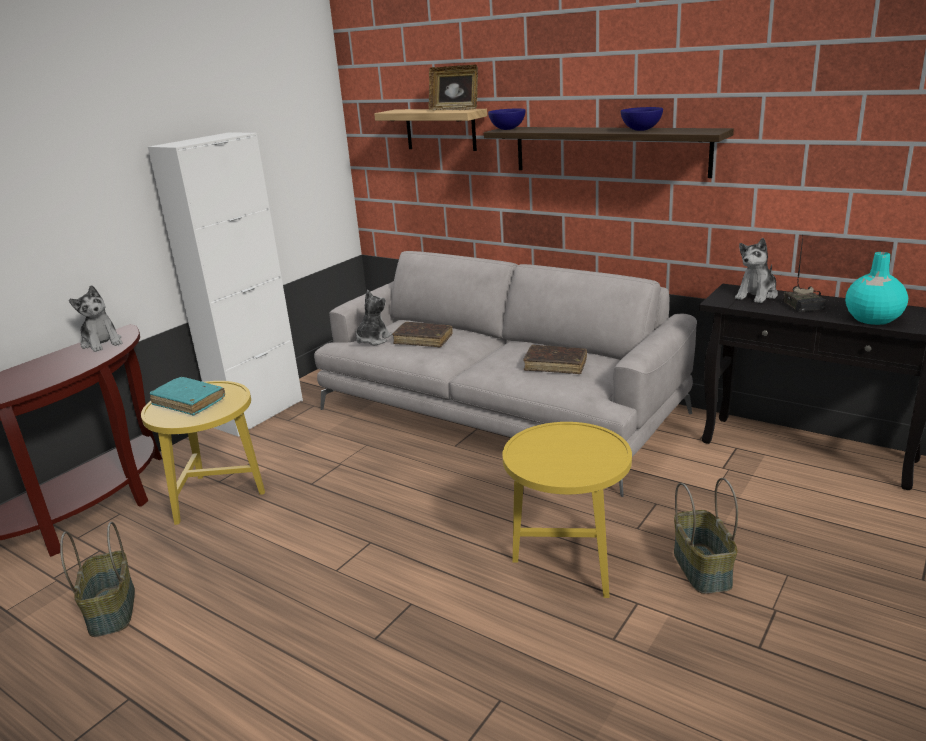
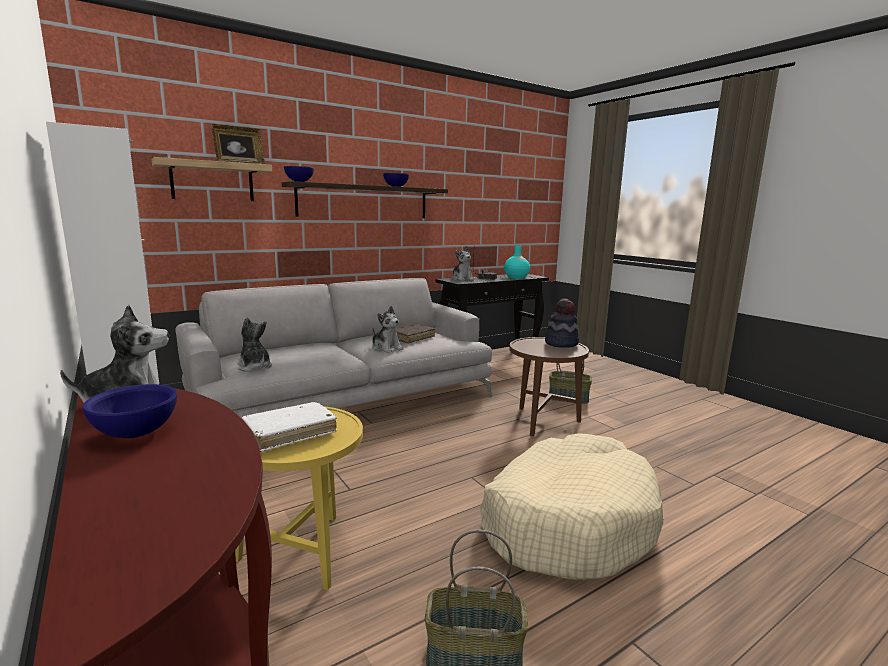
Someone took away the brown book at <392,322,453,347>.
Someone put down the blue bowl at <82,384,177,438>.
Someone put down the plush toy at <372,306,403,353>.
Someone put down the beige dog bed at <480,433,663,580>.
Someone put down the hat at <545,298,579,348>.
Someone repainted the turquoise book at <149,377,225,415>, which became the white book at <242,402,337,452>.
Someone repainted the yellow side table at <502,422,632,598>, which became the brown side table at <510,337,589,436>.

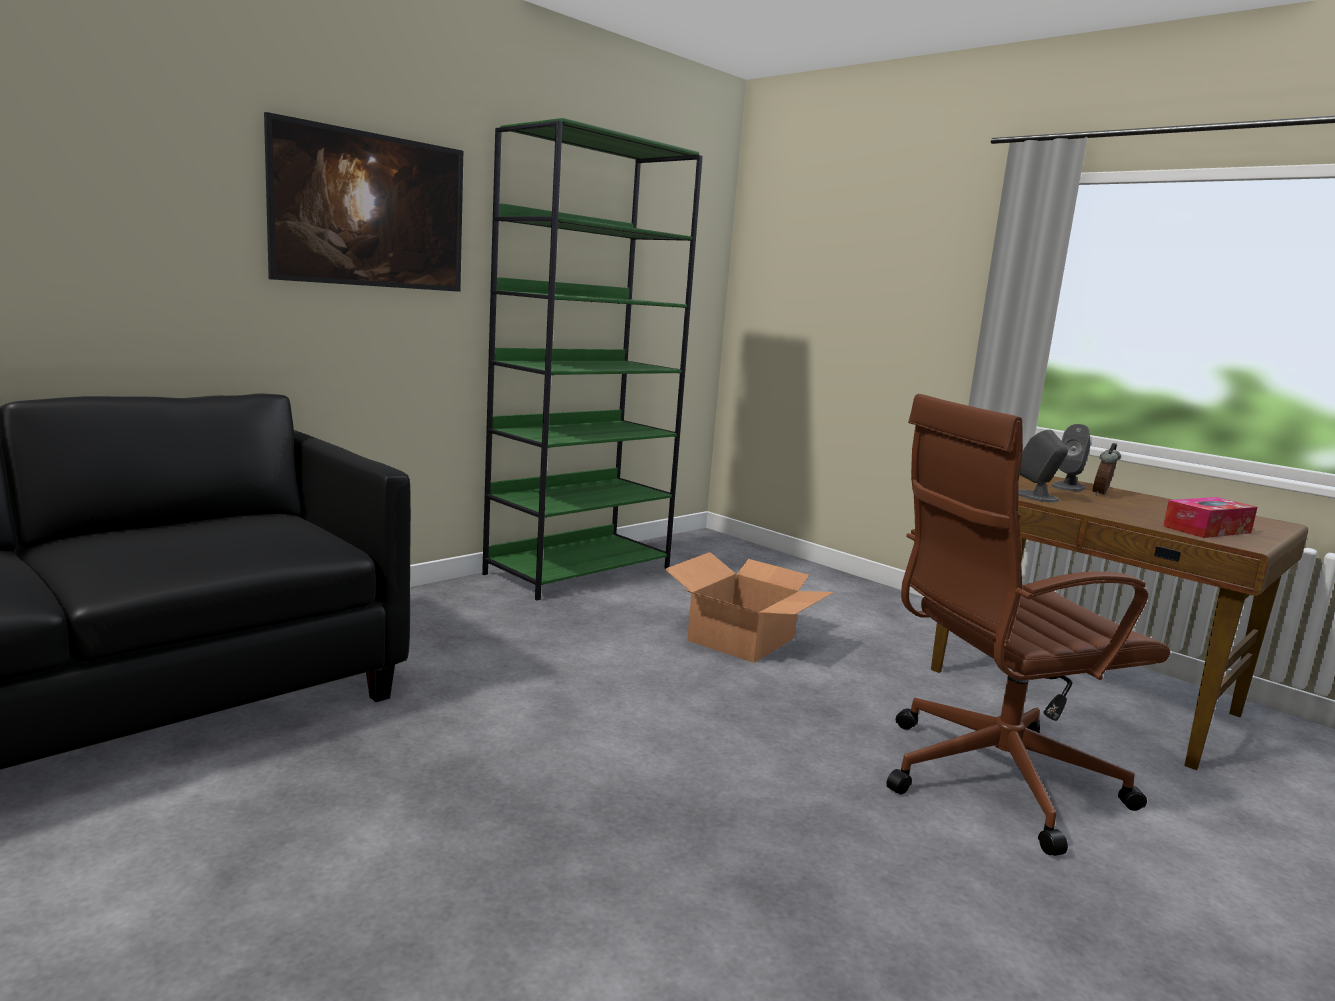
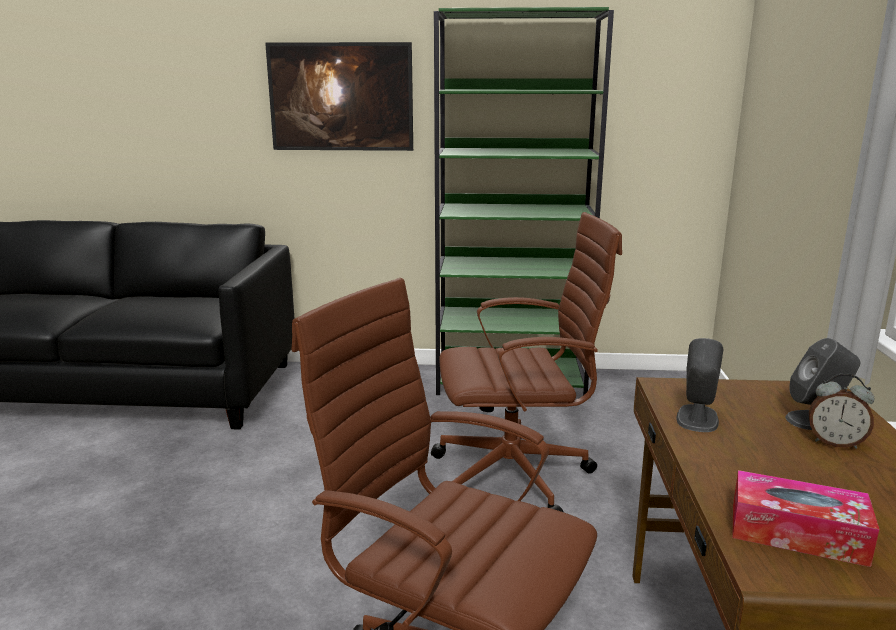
Someone swapped the cardboard box at <665,552,834,663> for the brown office chair at <431,212,622,512>.
Someone rotated the alarm clock at <1093,443,1121,495> by 150 degrees counterclockwise.

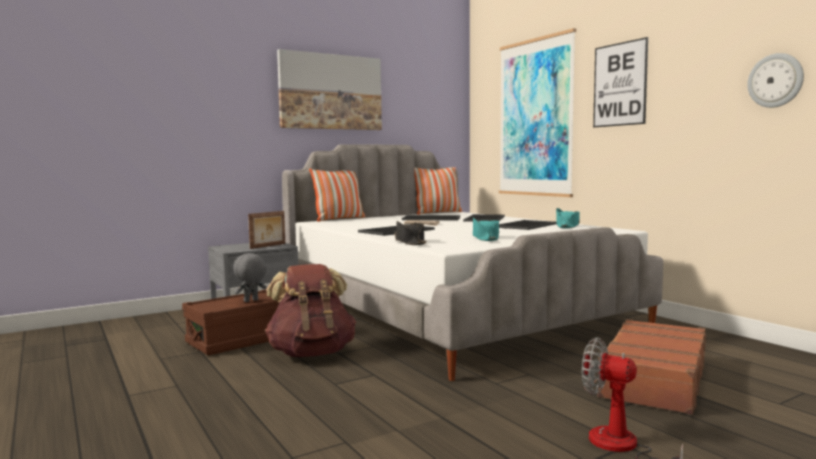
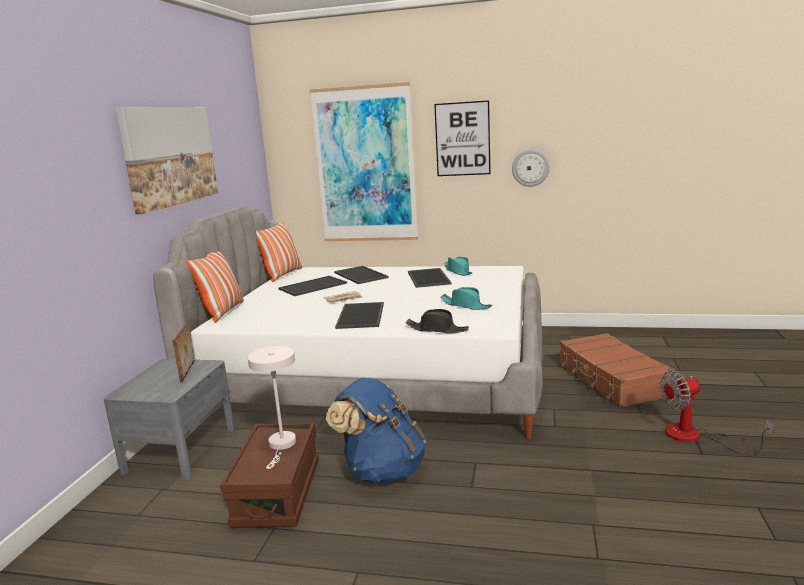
Someone carried the wall clock from <747,53,804,108> to <512,149,550,187>.
Someone swapped the grey plush toy at <233,253,267,302> for the white table lamp at <248,346,296,469>.
Someone repainted the brown backpack at <265,264,356,357>, which became the blue backpack at <326,378,426,484>.

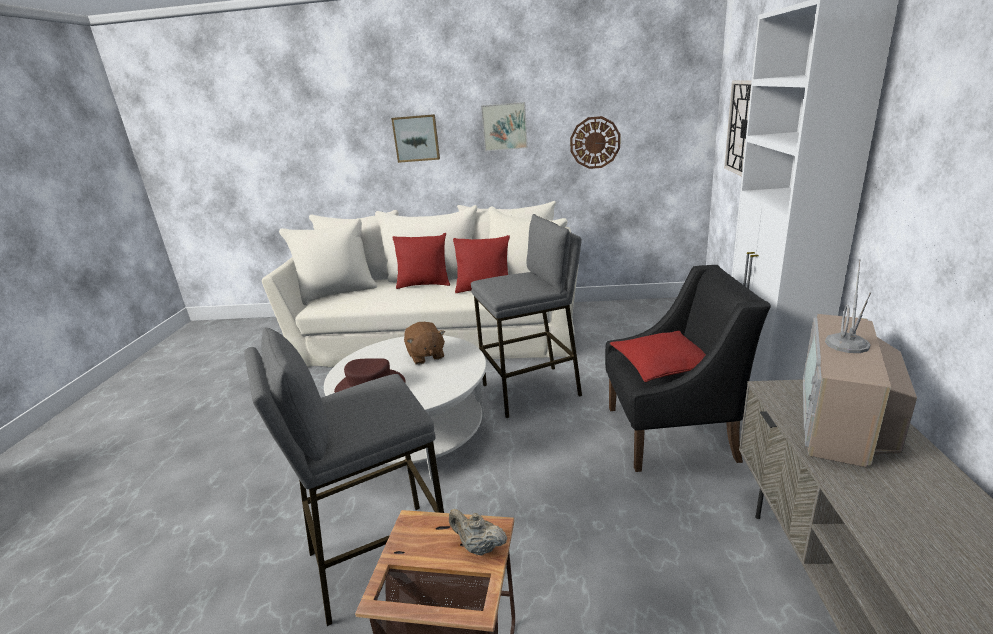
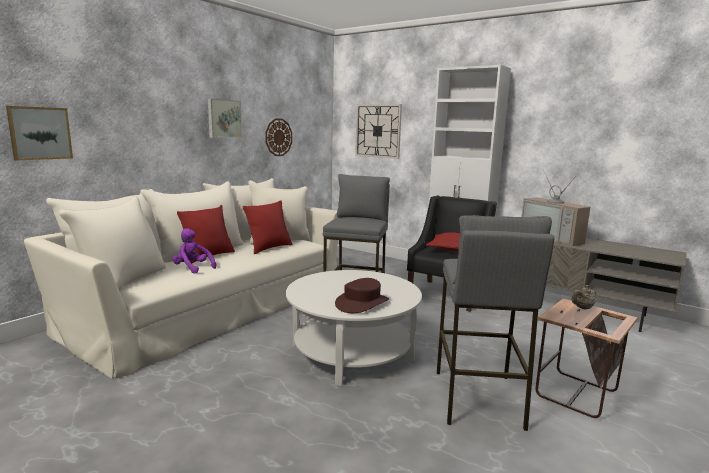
Someone took away the brown plush toy at <404,322,445,365>.
Someone put down the purple plush toy at <172,228,216,274>.
Someone carried the picture from <391,114,440,163> to <6,106,73,160>.

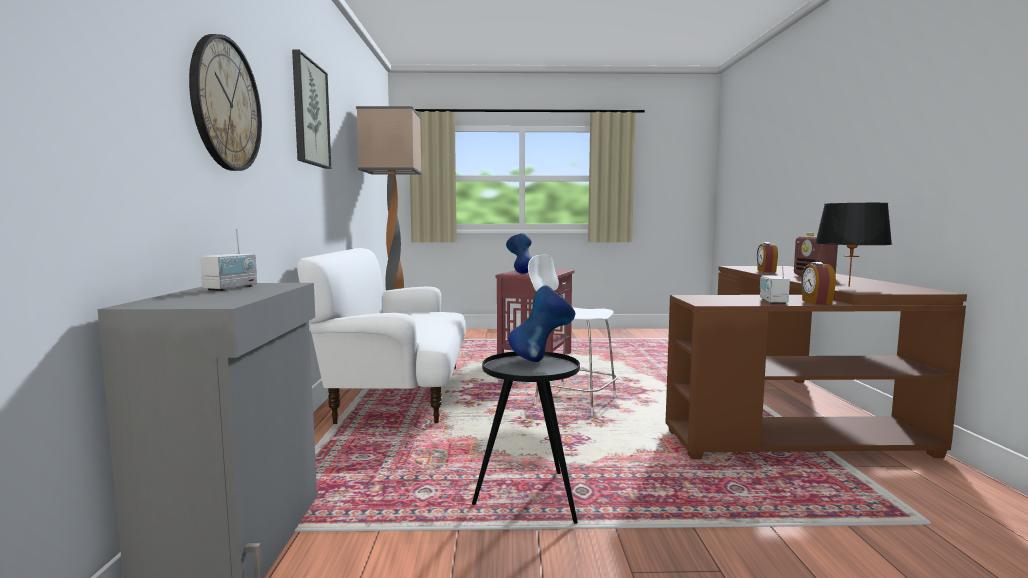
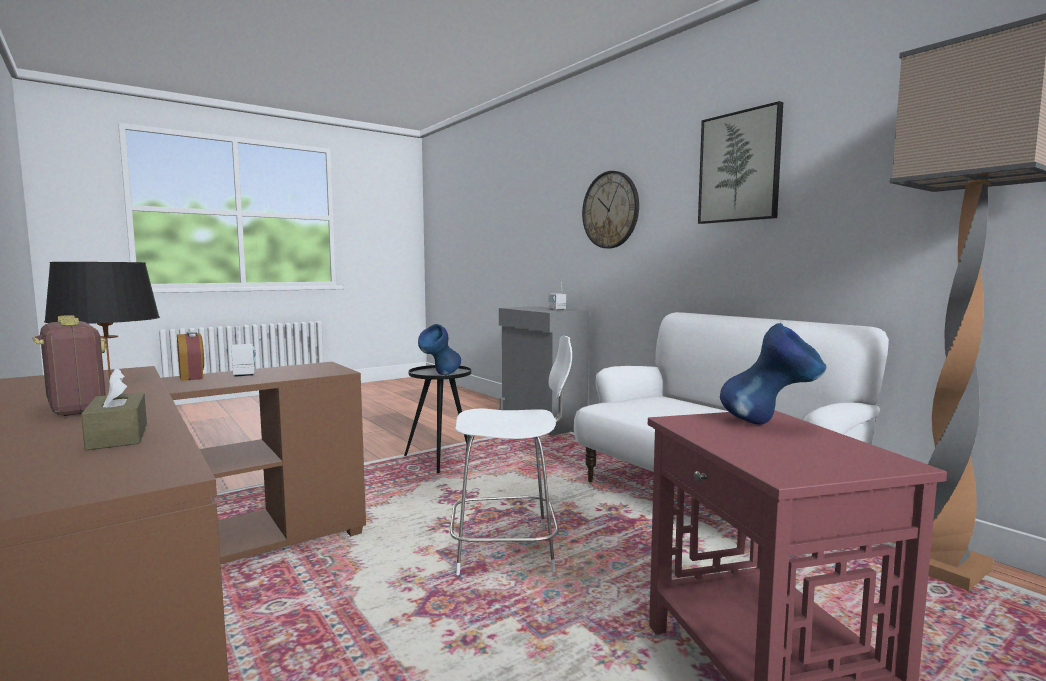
Someone swapped the alarm clock at <757,242,778,272> for the brown tissue box at <81,368,147,450>.

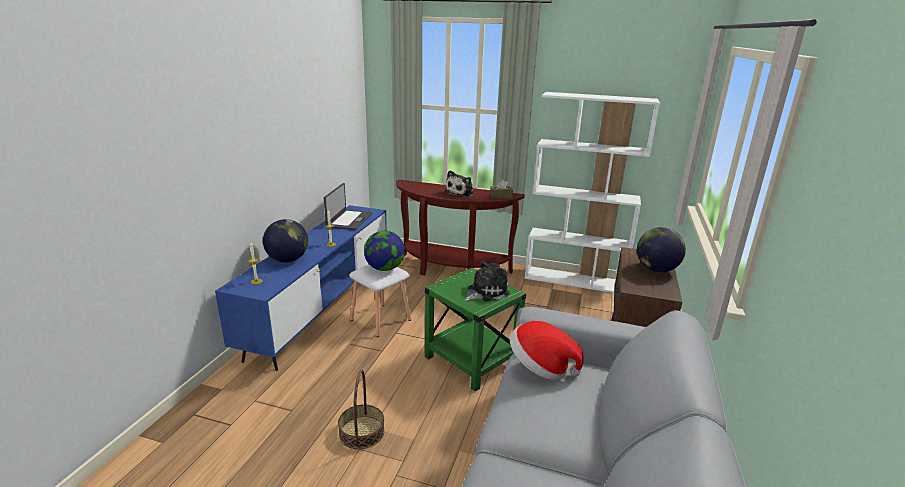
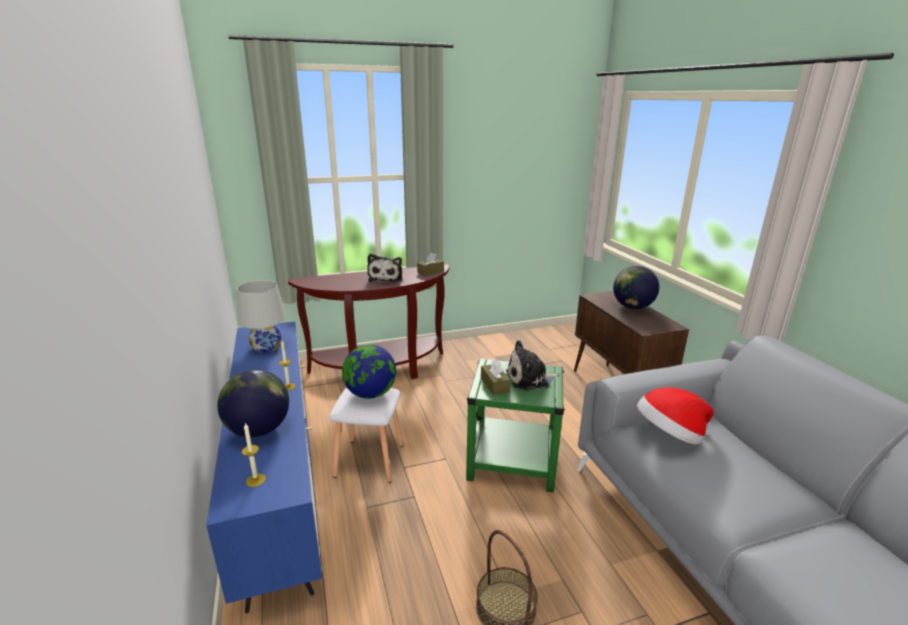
Someone took away the white bookcase at <525,92,660,293>.
Someone put down the brown tissue box at <481,359,510,395>.
Someone swapped the laptop at <324,183,372,230> for the white table lamp at <236,280,286,353>.
Someone rotated the plush toy at <464,260,510,301> by 120 degrees counterclockwise.

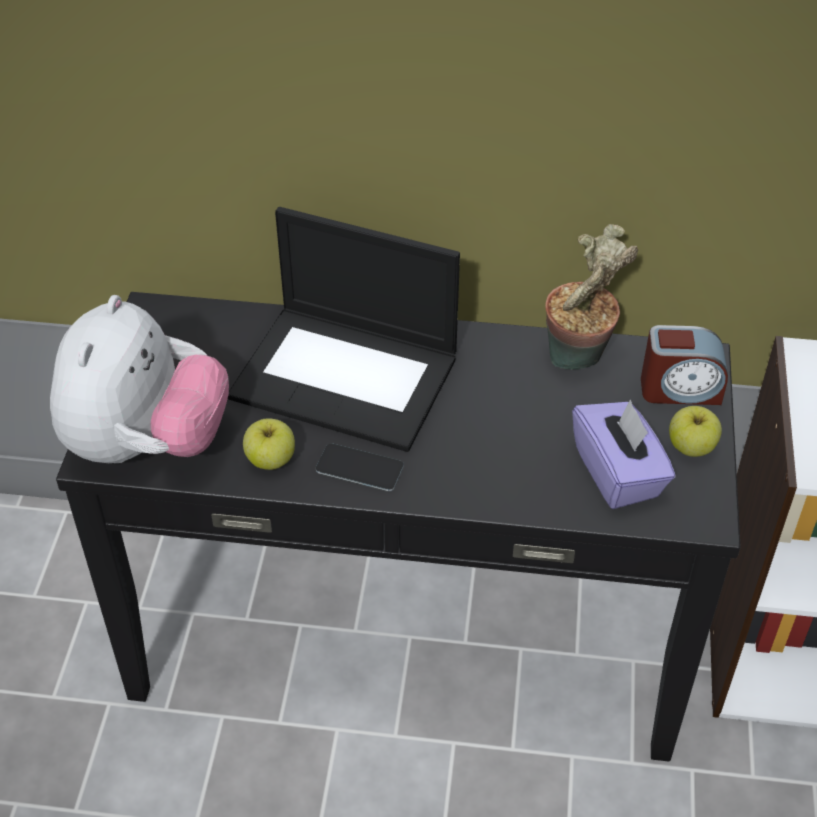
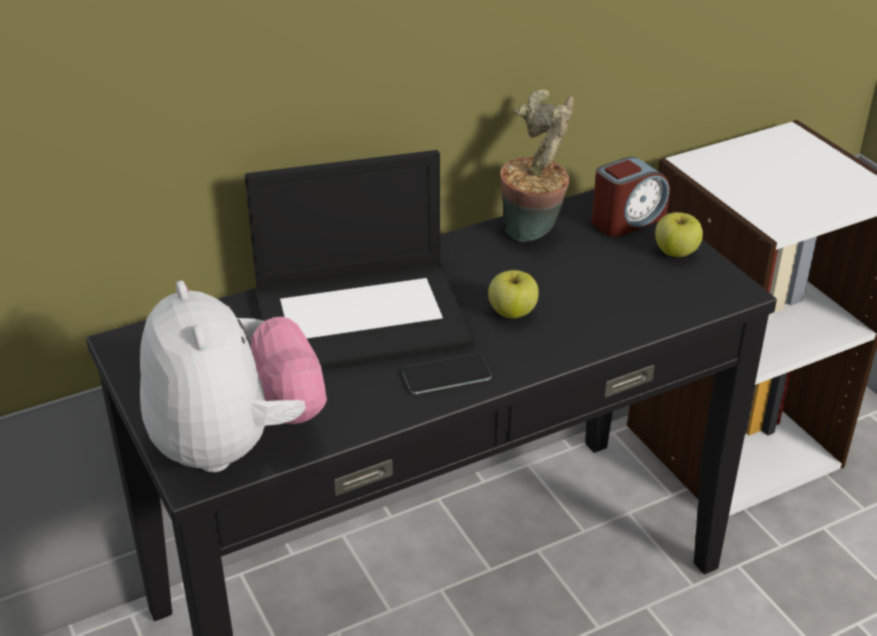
Someone took away the purple tissue box at <572,399,675,509>.
Someone carried the apple from <243,418,295,470> to <488,270,539,319>.

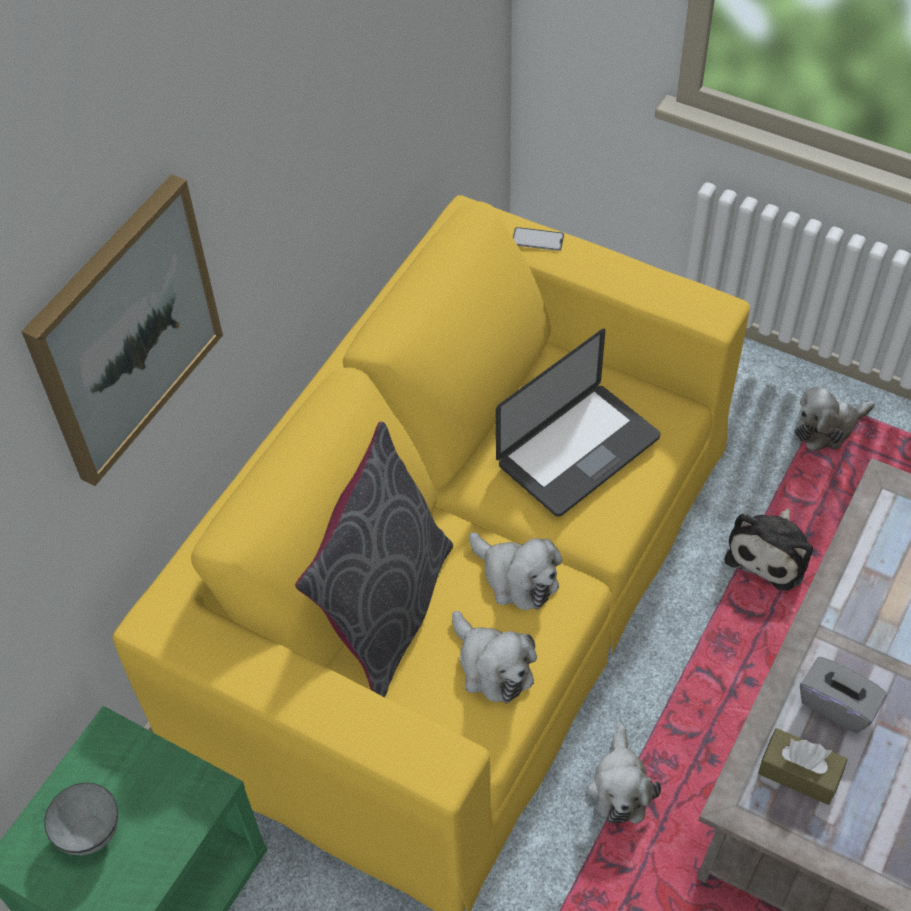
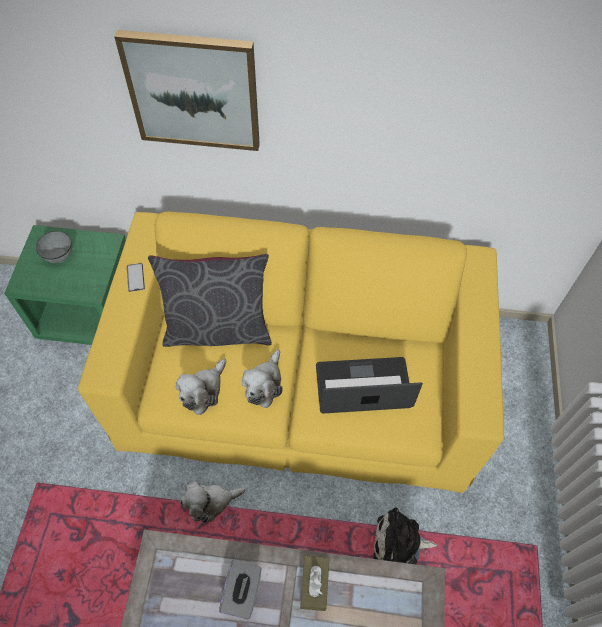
Someone took away the plush toy at <794,386,875,451>.
Someone carried the phone from <513,227,564,251> to <127,263,145,292>.
Someone carried the brown tissue box from <758,728,848,805> to <300,555,329,611>.
Someone rotated the laptop at <496,329,660,517> by 150 degrees clockwise.

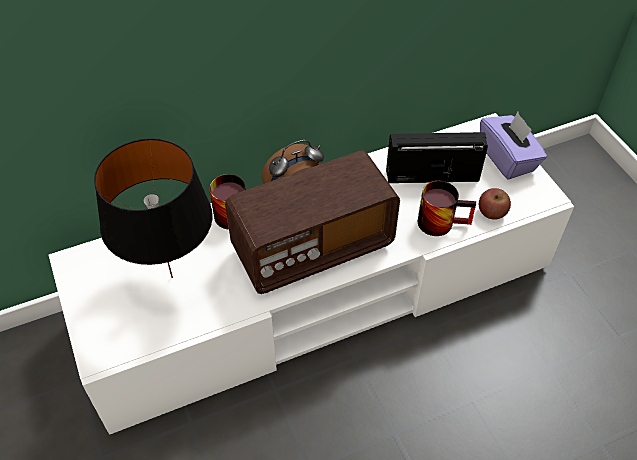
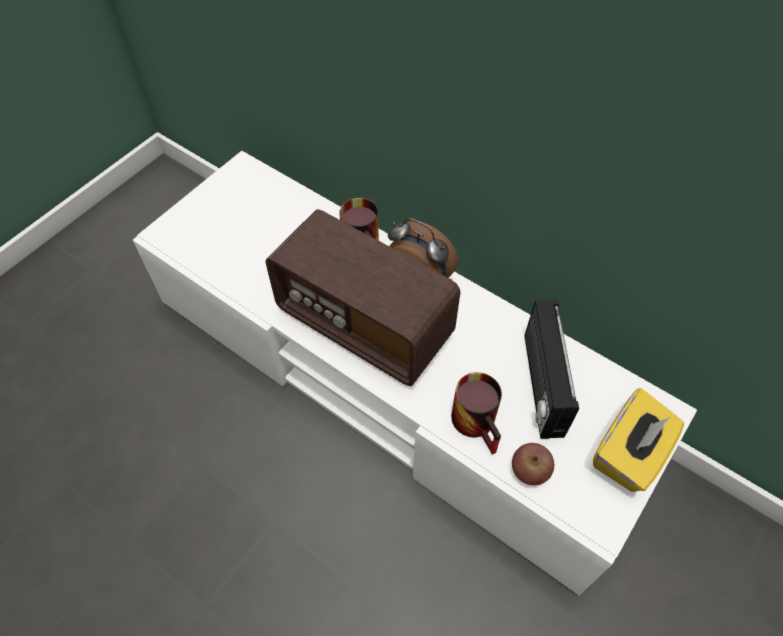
Someone took away the black table lamp at <94,138,213,278>.
Someone repainted the purple tissue box at <480,112,547,180>, which became the yellow tissue box at <593,388,684,492>.
Someone rotated the radio at <386,132,488,183> by 150 degrees counterclockwise.

